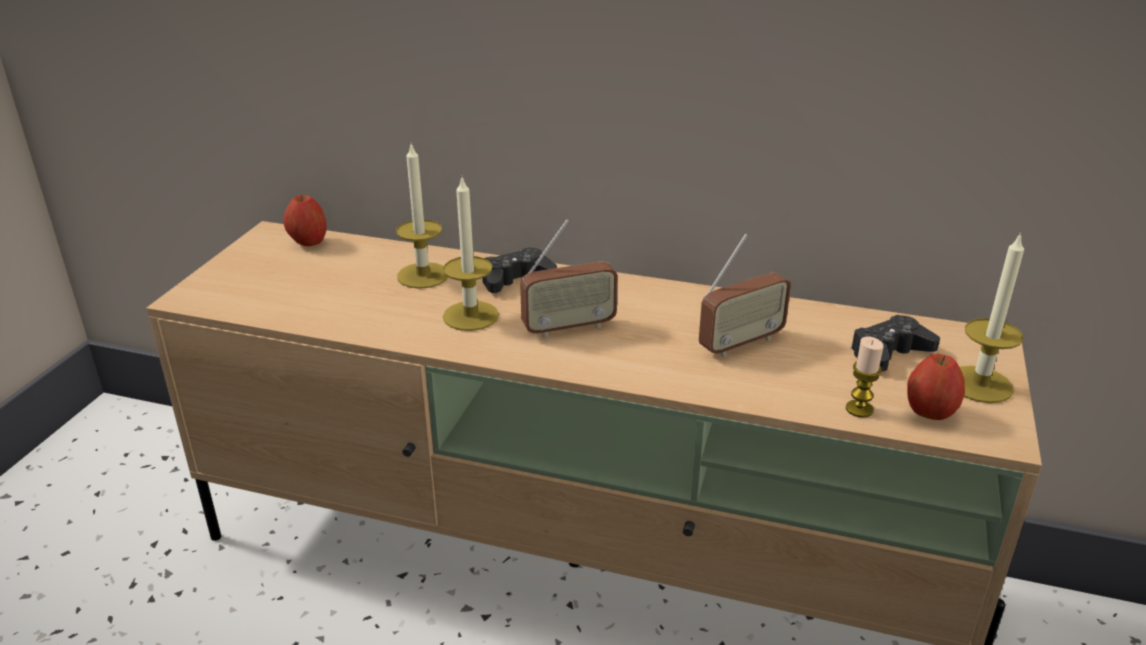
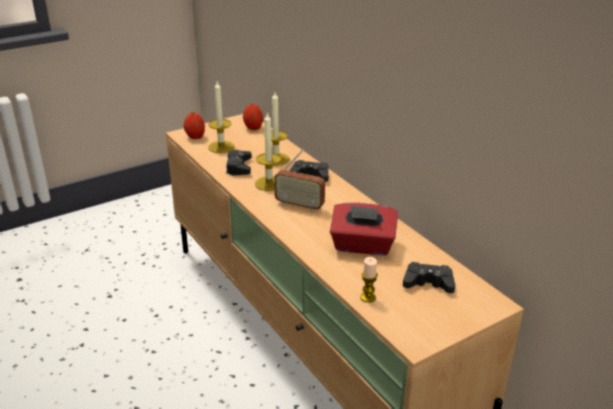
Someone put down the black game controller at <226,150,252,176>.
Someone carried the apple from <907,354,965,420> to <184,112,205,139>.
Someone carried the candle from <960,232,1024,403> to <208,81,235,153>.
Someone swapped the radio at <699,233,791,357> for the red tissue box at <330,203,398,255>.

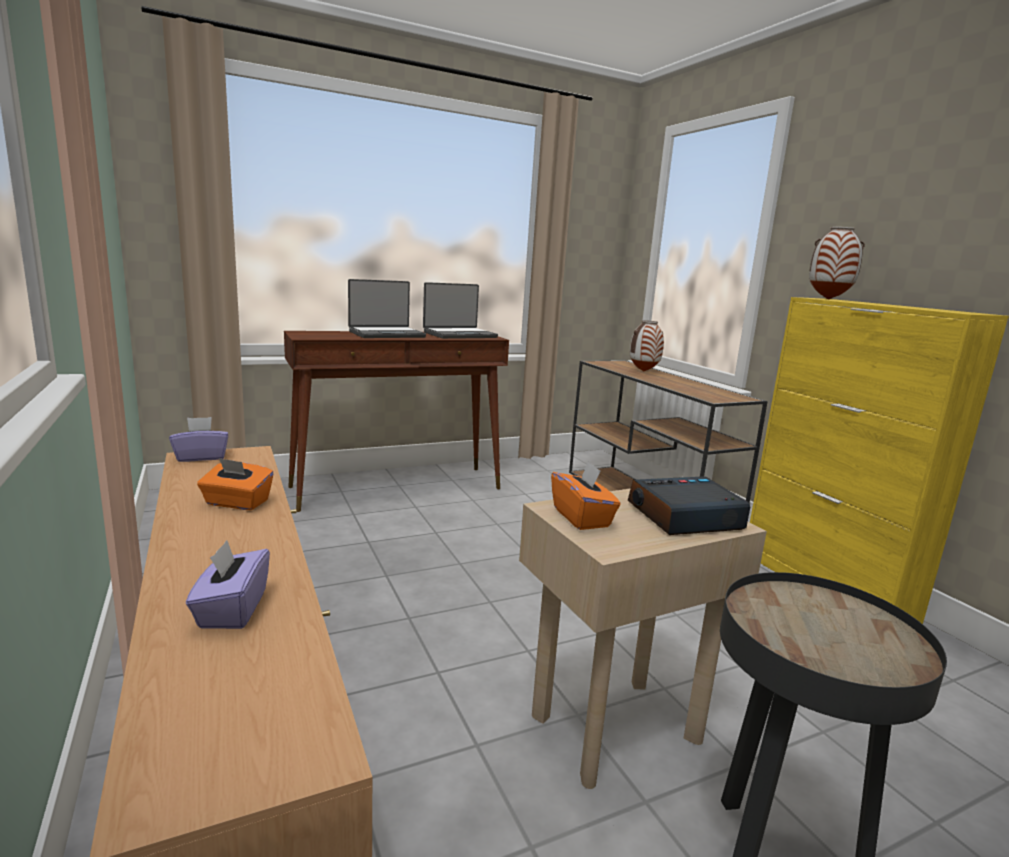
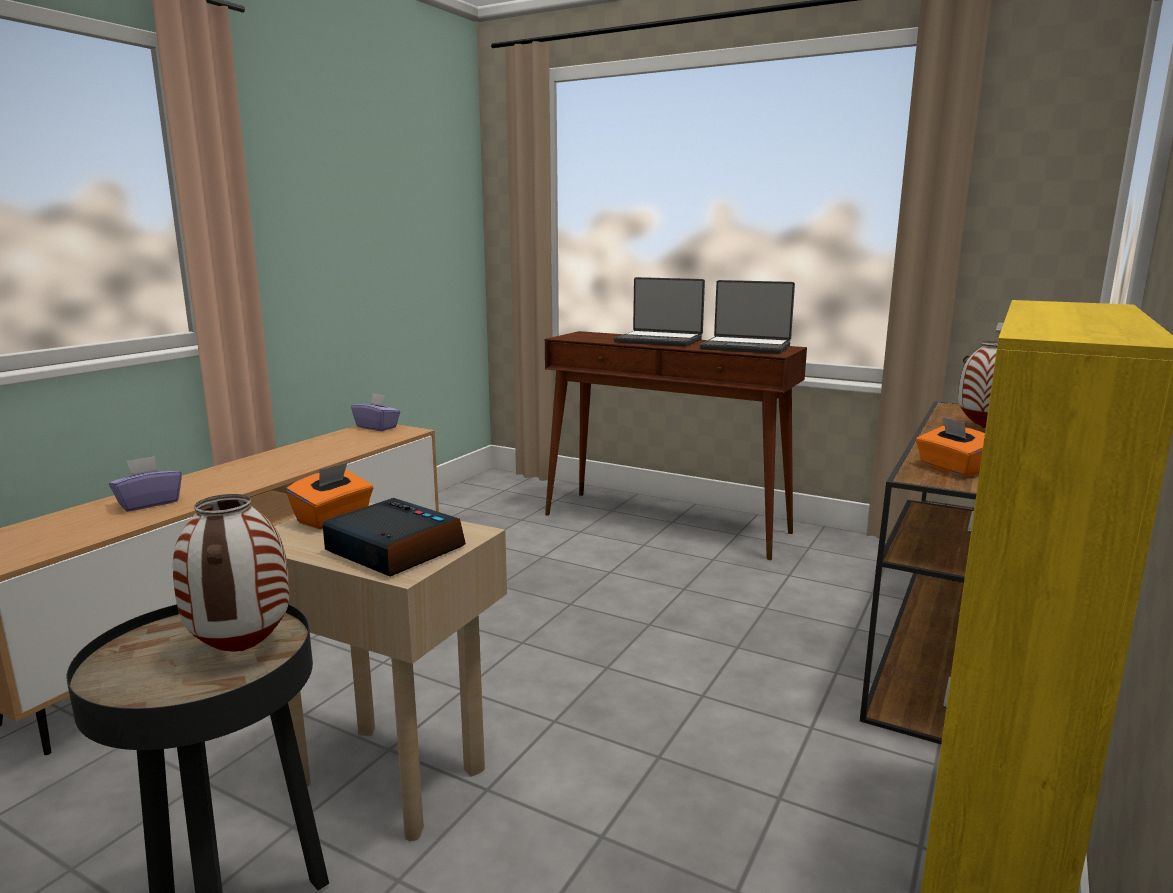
Someone carried the orange tissue box from <197,458,274,510> to <916,416,985,477>.
Someone carried the vase from <809,227,865,299> to <173,494,290,652>.

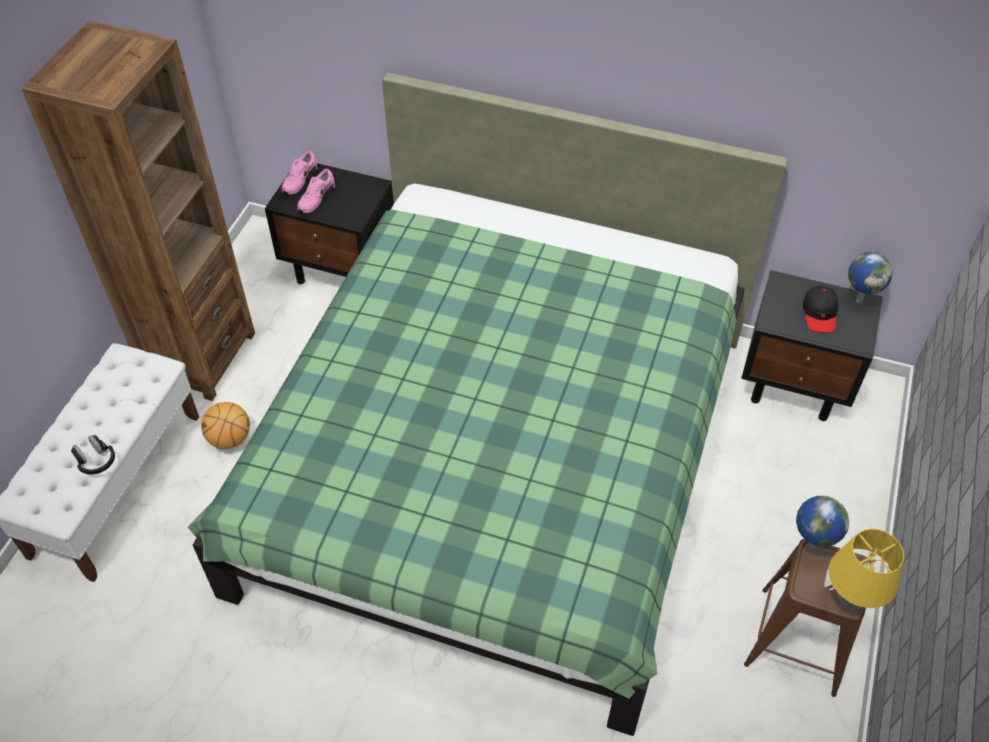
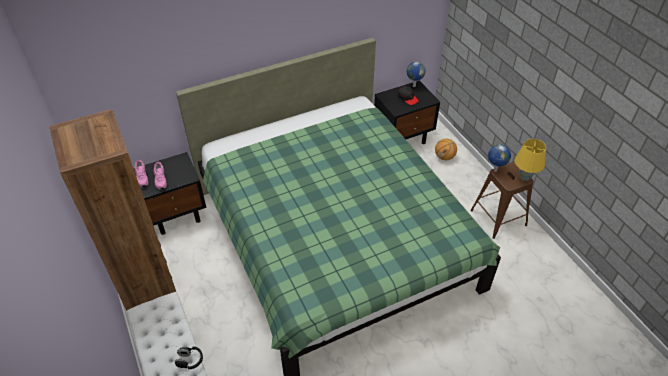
Someone carried the basketball from <201,402,250,449> to <435,139,457,160>.

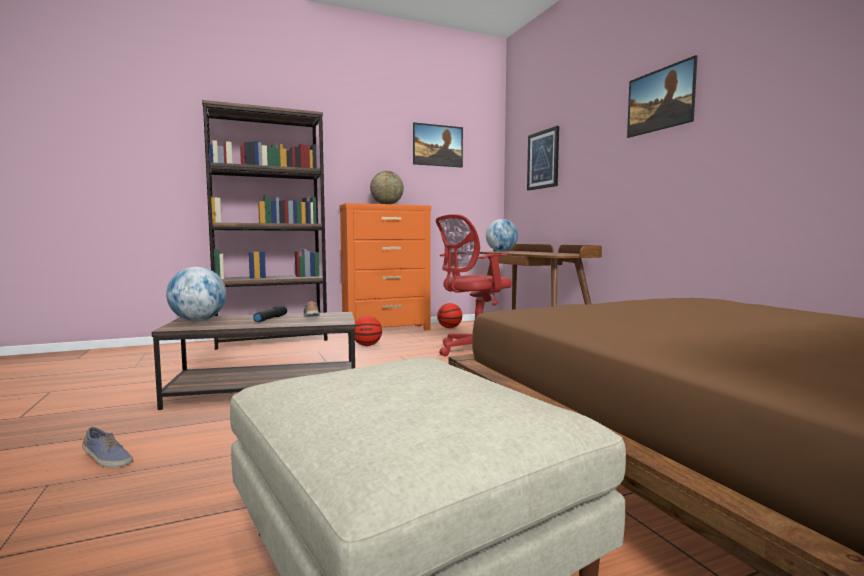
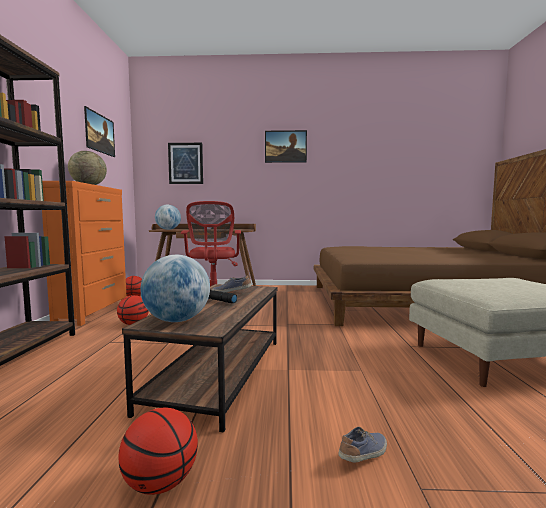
Someone put down the basketball at <118,407,198,495>.

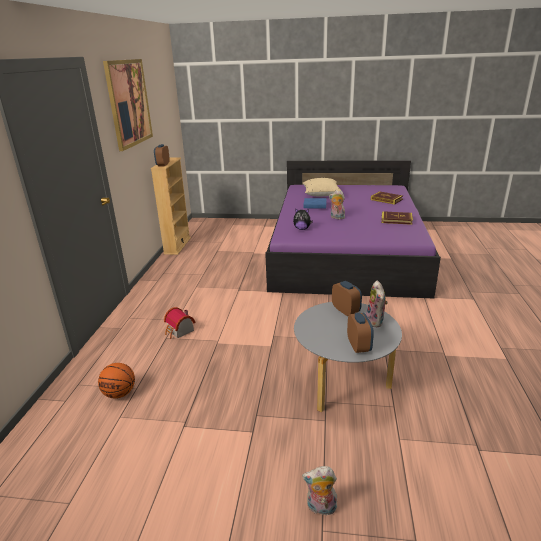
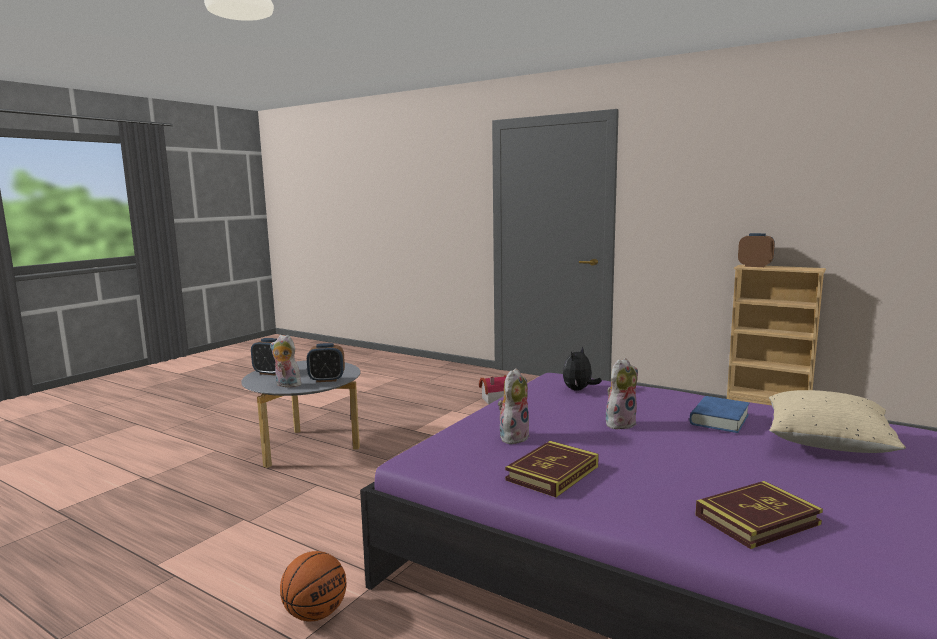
Someone took away the picture at <103,59,153,151>.
Someone carried the basketball from <98,363,135,399> to <280,551,346,622>.
Someone carried the plush toy from <302,466,338,518> to <498,368,530,444>.

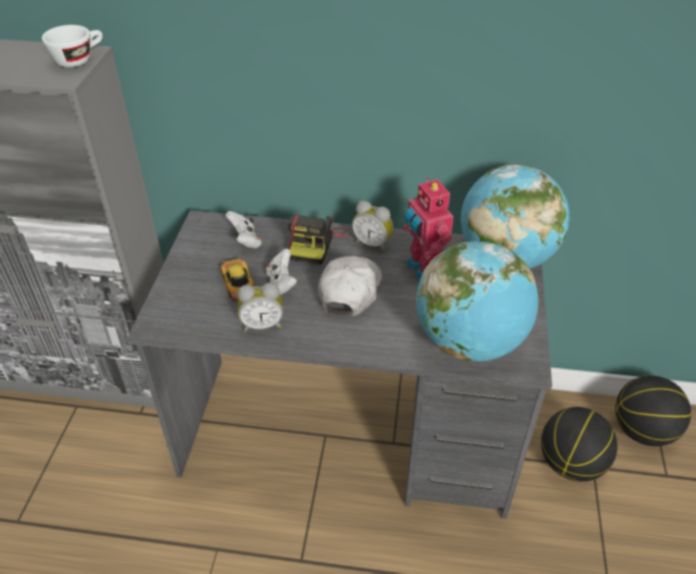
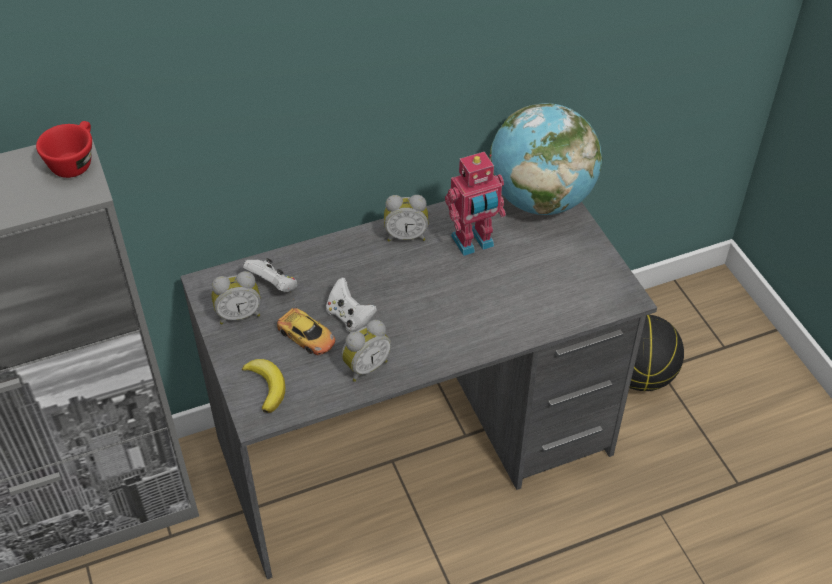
Someone took away the photo camera at <288,214,346,265>.
Someone took away the white cap at <318,256,382,316>.
Someone took away the globe at <416,241,539,362>.
Someone took away the basketball at <615,376,691,446>.
Someone put down the alarm clock at <212,271,261,325>.
Someone put down the banana at <242,359,285,413>.
Someone repainted the white cup at <42,25,103,67>, which became the red cup at <36,121,92,178>.
Someone rotated the toy robot at <403,177,454,281> by 60 degrees counterclockwise.

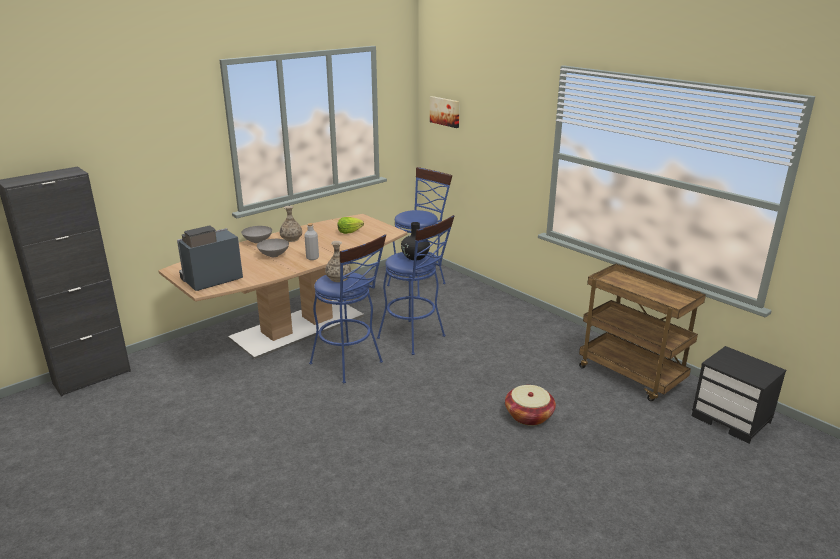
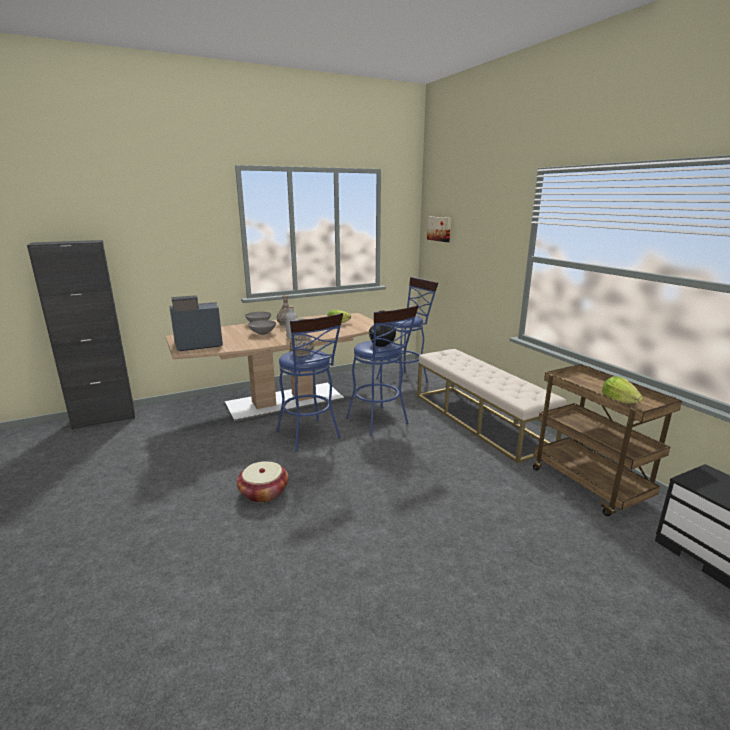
Someone put down the beige bench at <417,349,567,463>.
Someone put down the lettuce at <602,376,643,404>.
Someone carried the basket from <505,385,556,426> to <237,461,289,503>.

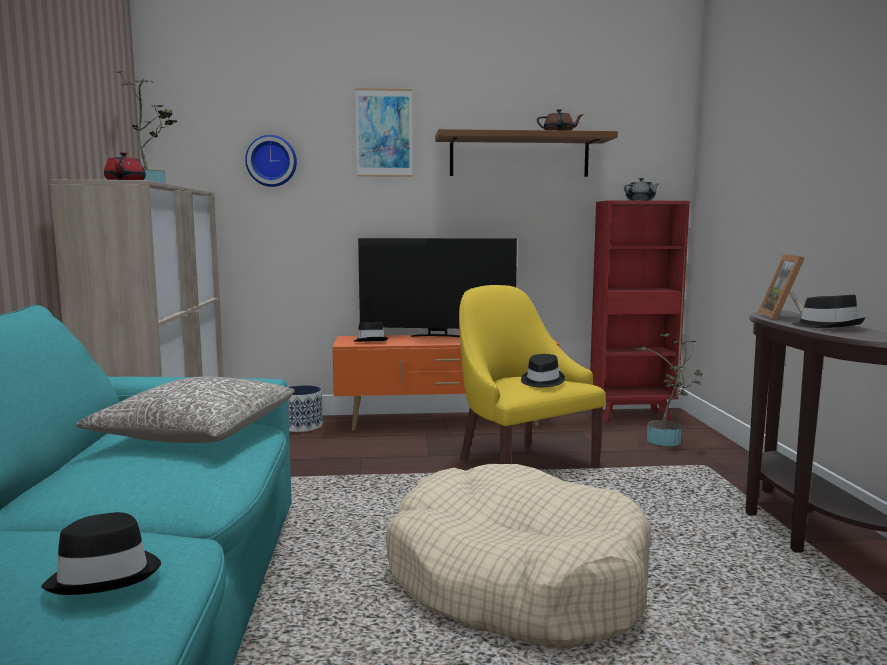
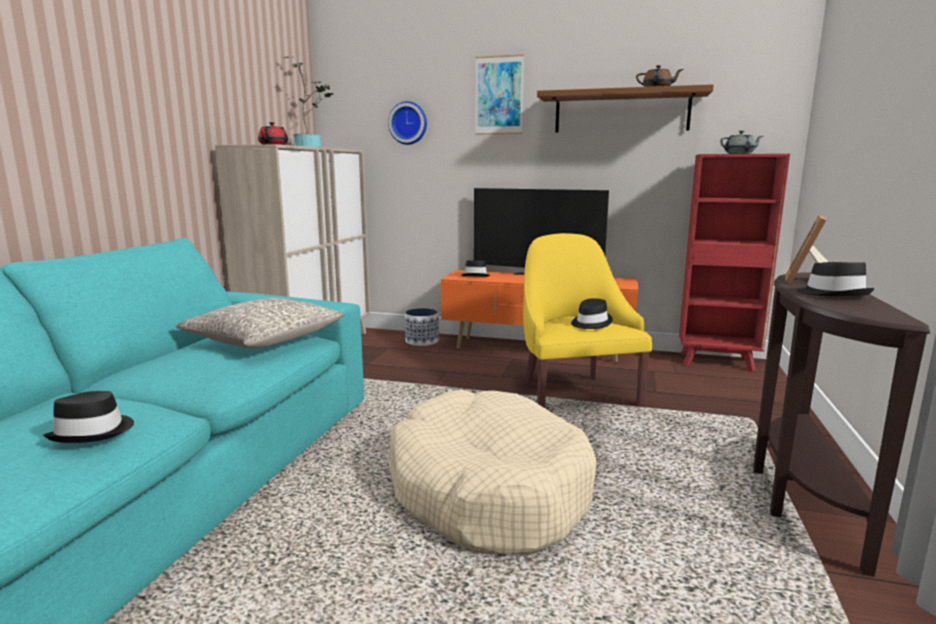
Someone took away the potted plant at <635,333,703,446>.

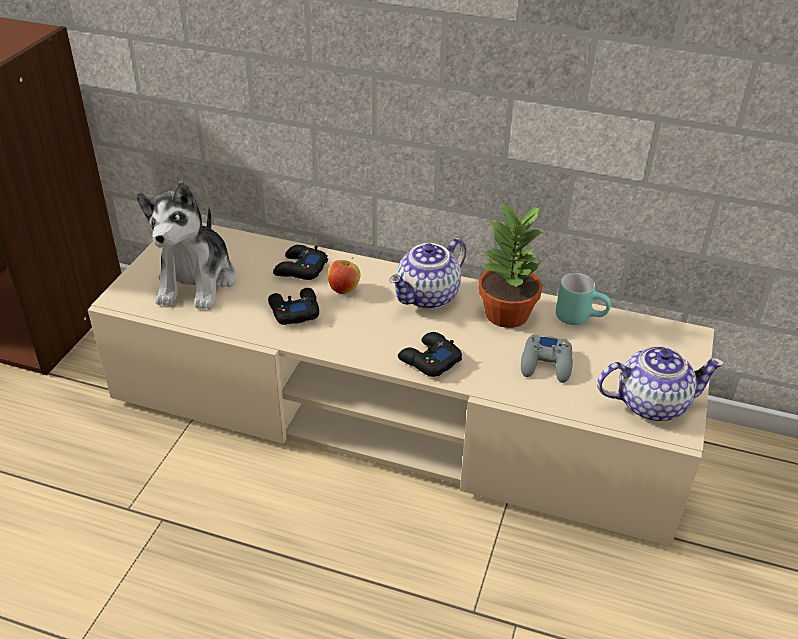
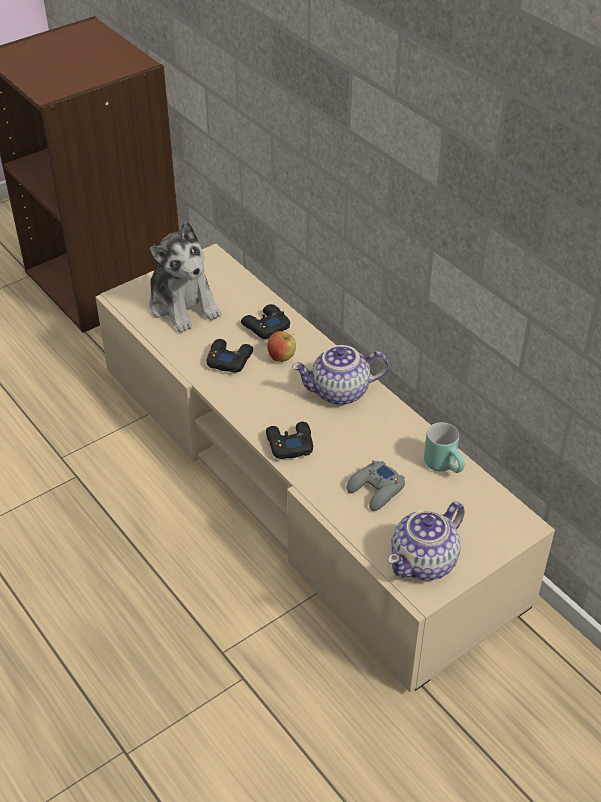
Someone took away the potted plant at <478,201,545,328>.
Someone rotated the plush toy at <136,181,236,310> by 75 degrees counterclockwise.
Someone rotated the teapot at <597,346,724,421> by 105 degrees clockwise.

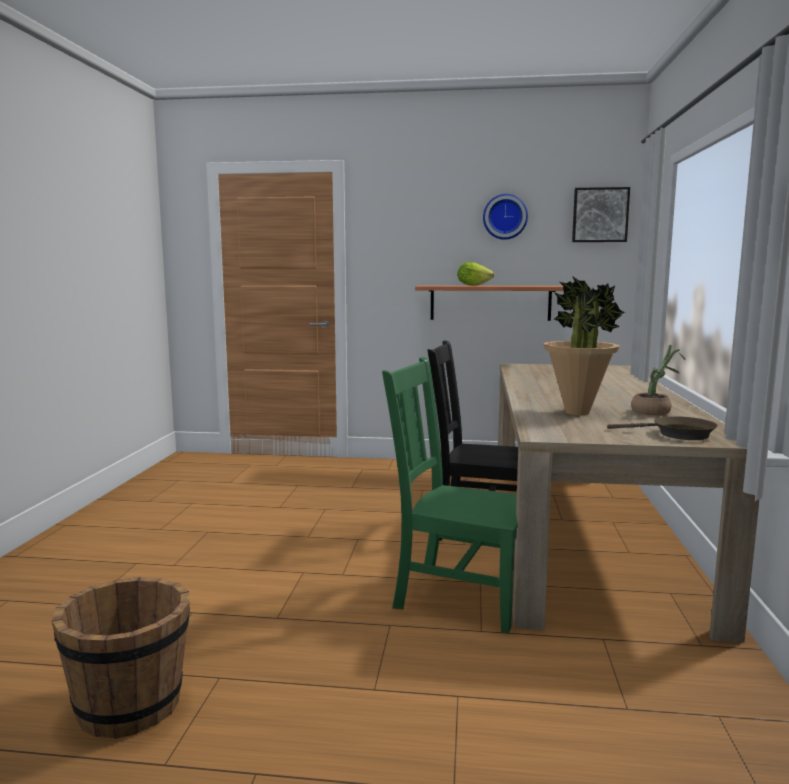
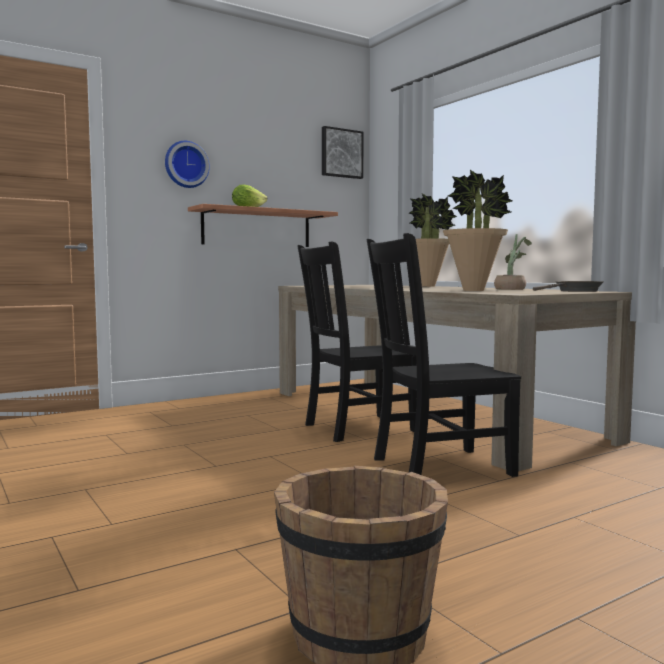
Someone put down the potted plant at <408,194,457,287>.
Someone carried the wall clock from <483,194,528,240> to <165,141,210,188>.
Someone repainted the green chair at <382,357,518,634>, which became the black chair at <367,233,521,477>.

